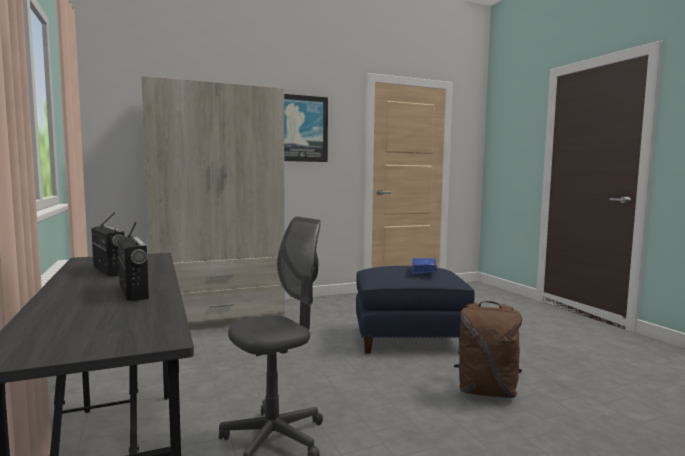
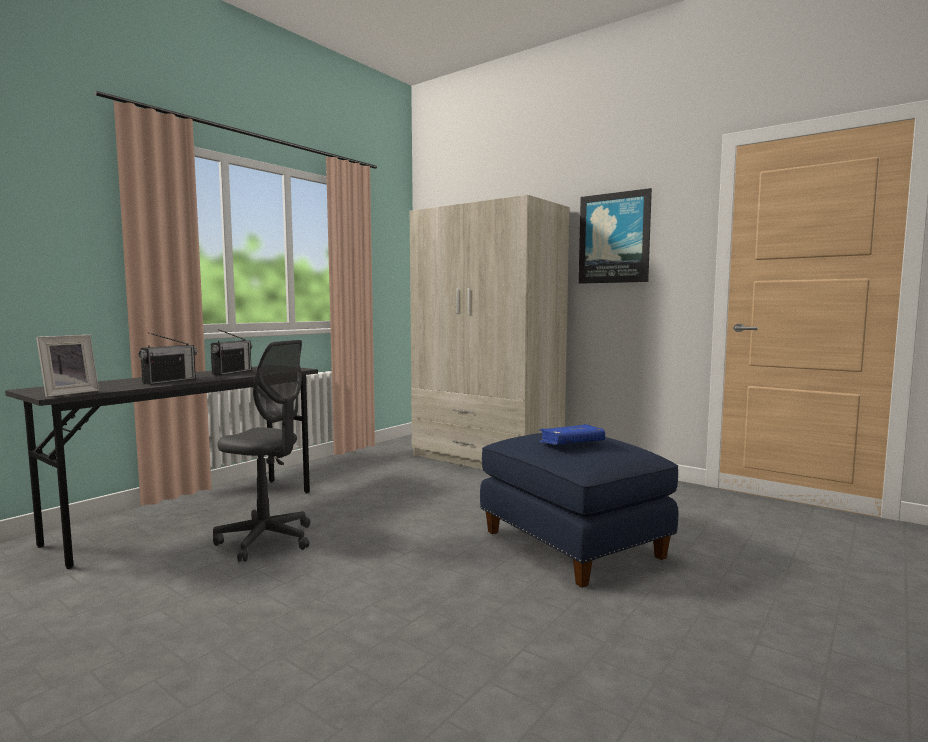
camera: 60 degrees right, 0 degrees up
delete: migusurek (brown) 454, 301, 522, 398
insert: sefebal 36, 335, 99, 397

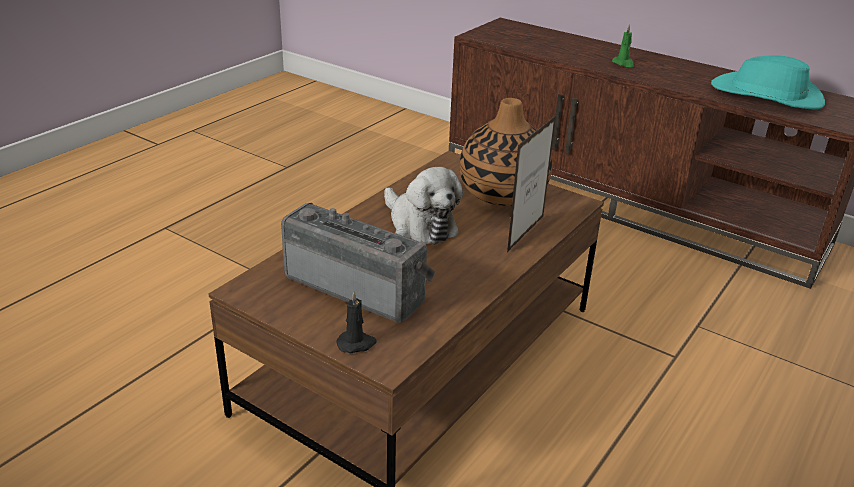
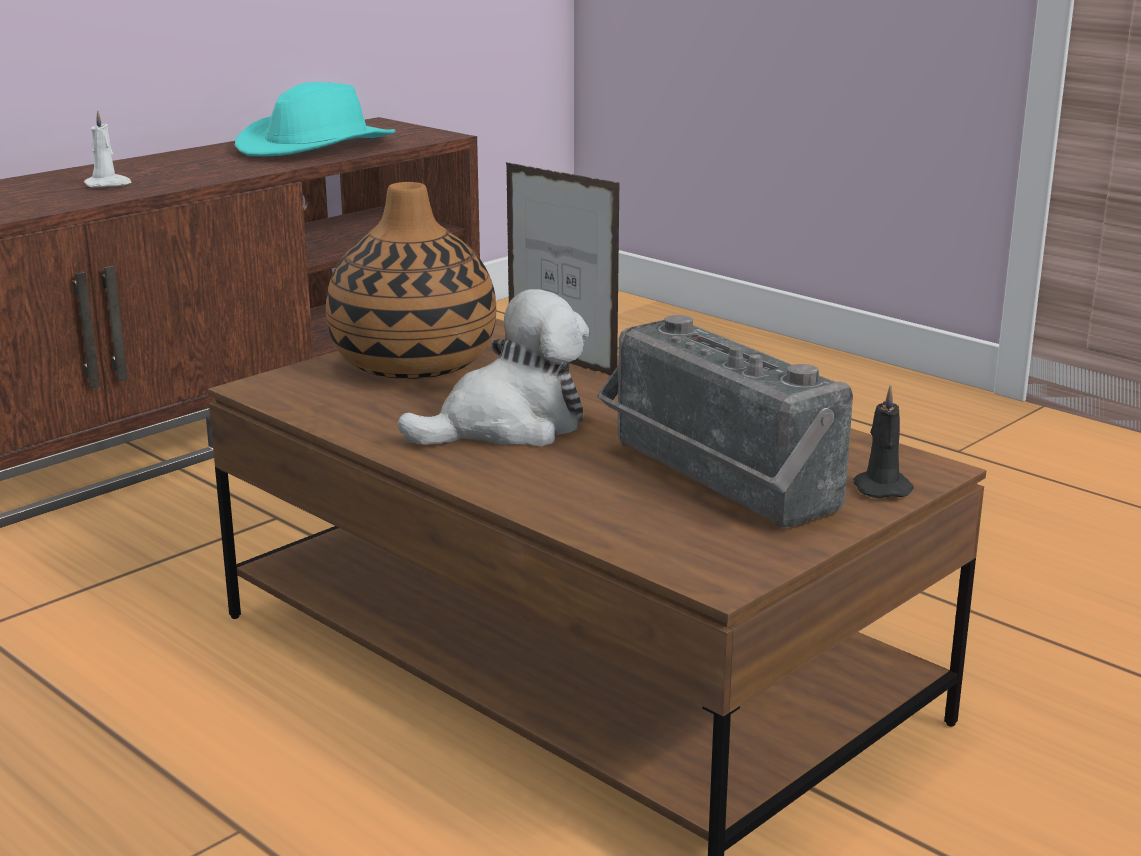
camera: 80 degrees left, 10 degrees down
recolor: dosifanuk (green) 612, 24, 634, 67 to dosifanuk (white) 84, 110, 132, 188
rotate: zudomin 281, 203, 435, 323 = 597, 315, 853, 527 75 degrees counterclockwise

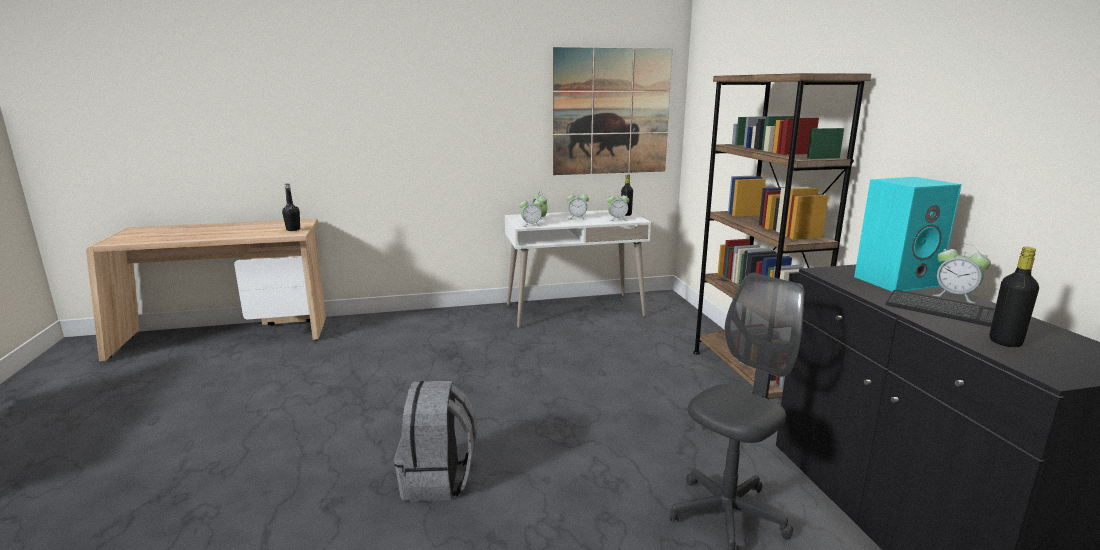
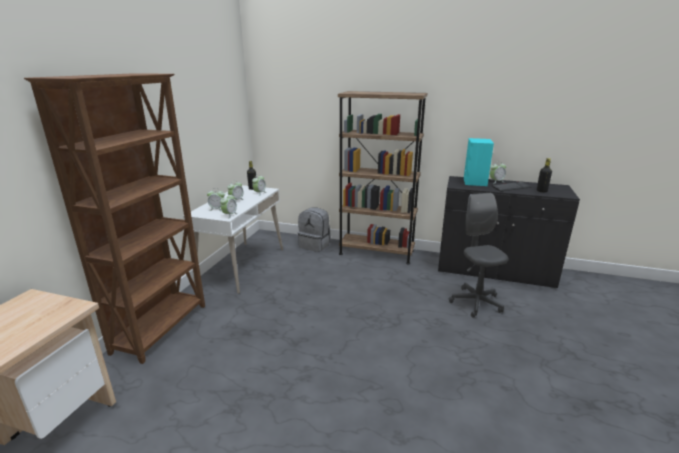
camera: 60 degrees left, 5 degrees up
delete: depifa 553, 47, 672, 175; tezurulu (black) 282, 183, 300, 231
insert: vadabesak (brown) 24, 73, 205, 364
move: migusurek (grey) 394, 381, 478, 501 to 298, 208, 331, 252

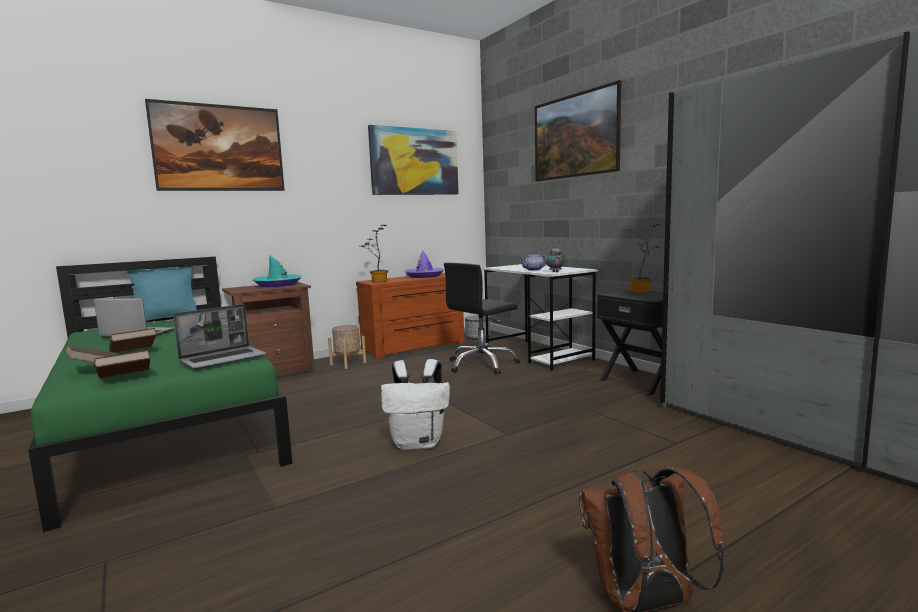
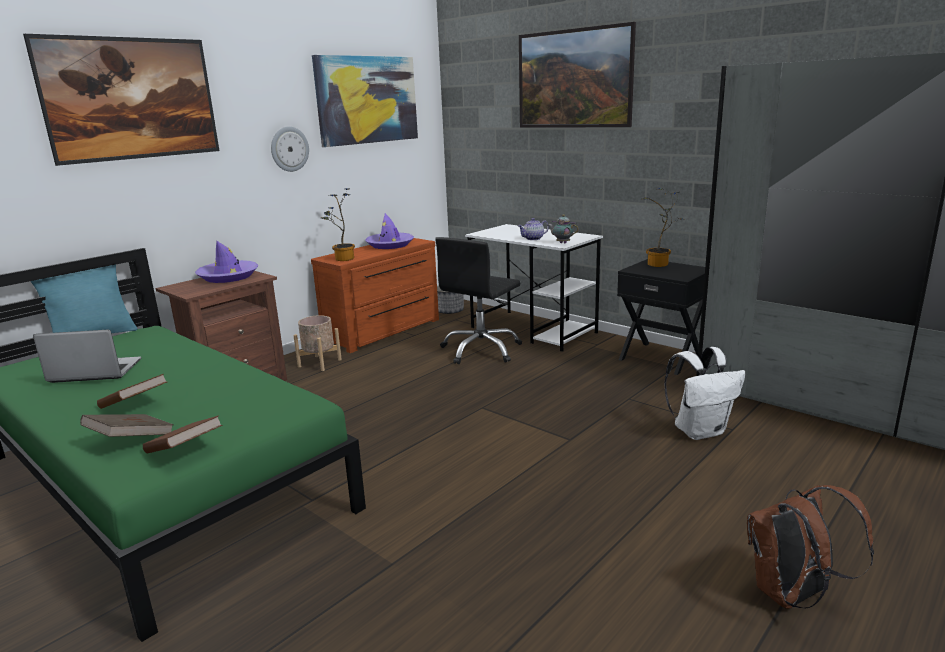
camera: 15 degrees left, 10 degrees up
delete: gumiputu 173, 304, 267, 370
insert: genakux 271, 126, 309, 172
move: migusurek (white) 381, 359, 450, 450 to 664, 347, 746, 440
recolor: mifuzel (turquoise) 253, 255, 302, 287 to mifuzel (purple) 195, 241, 258, 283

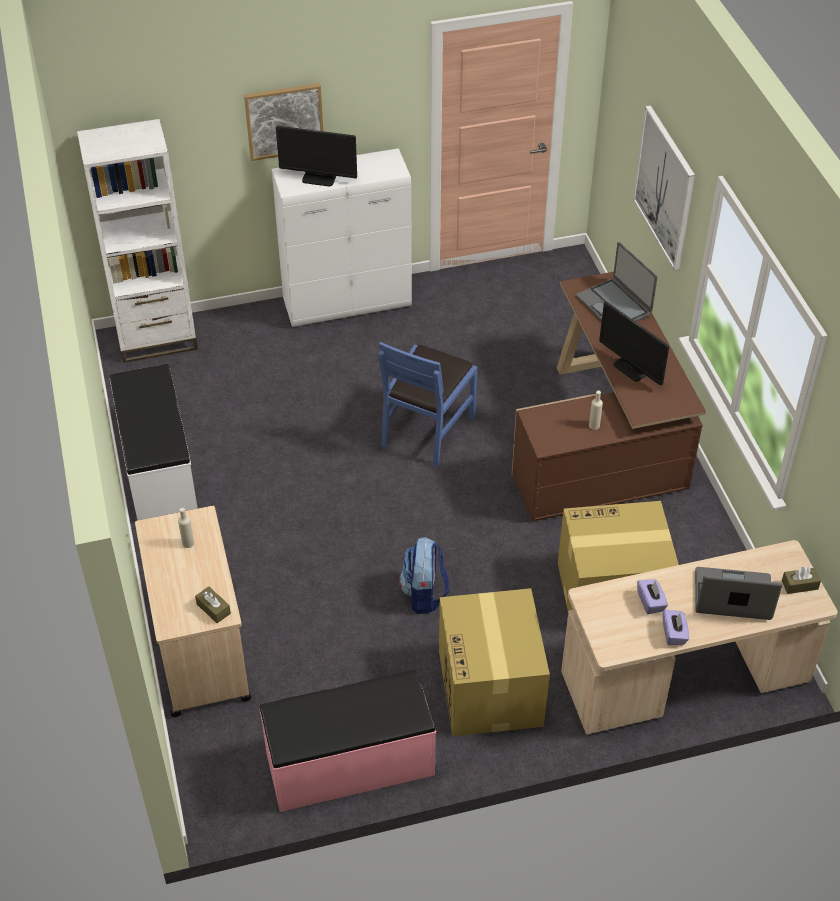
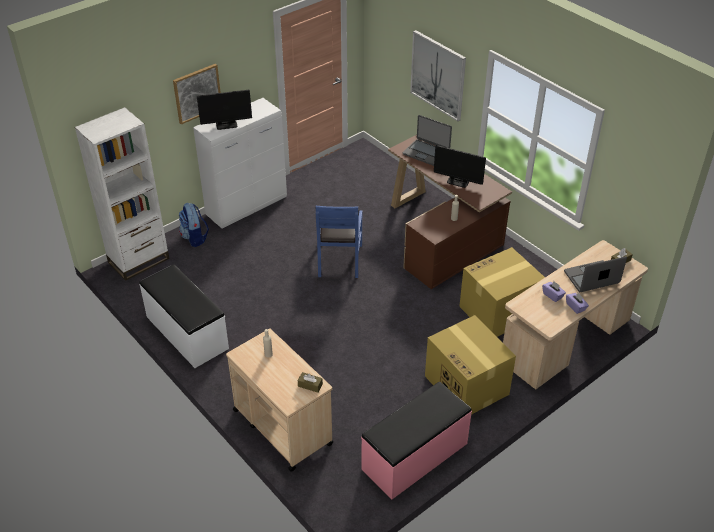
camera: 25 degrees left, 5 degrees down
move: migusurek 399, 537, 449, 614 to 179, 203, 209, 247

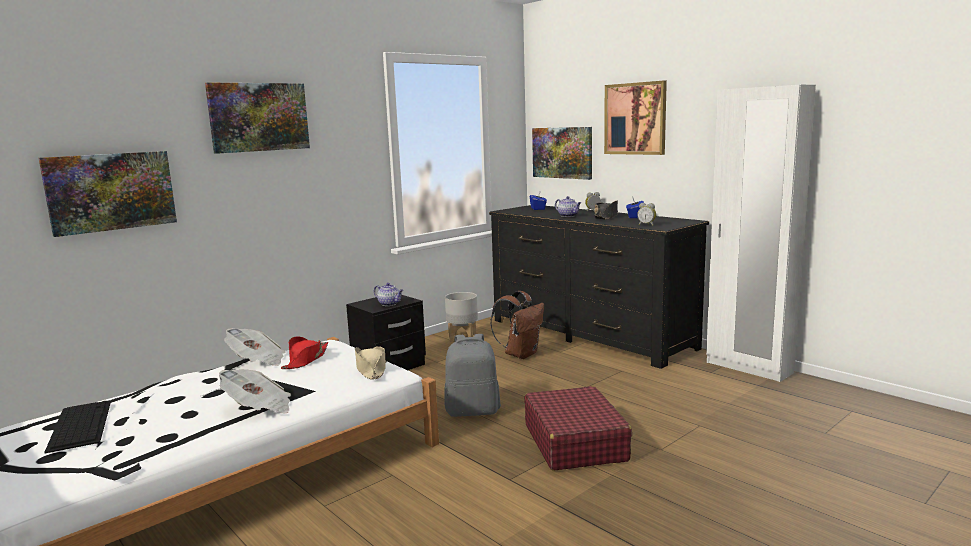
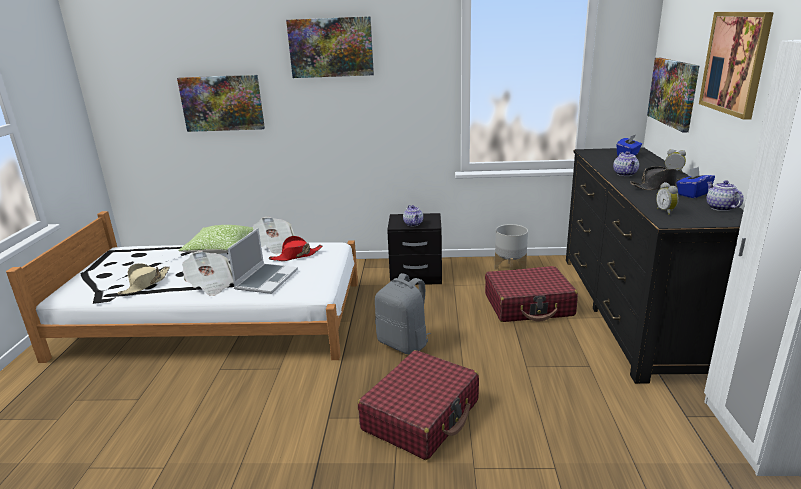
camera: 45 degrees right, 10 degrees up
delete: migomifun 44, 400, 111, 453
insert: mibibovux 706, 180, 744, 211; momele 178, 225, 253, 254; gumiputu 227, 228, 298, 294
move: mifuzel (beige) 355, 346, 386, 379 to 118, 263, 170, 295
replace: migusurek (brown) 490, 291, 544, 359 to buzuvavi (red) 485, 266, 578, 322

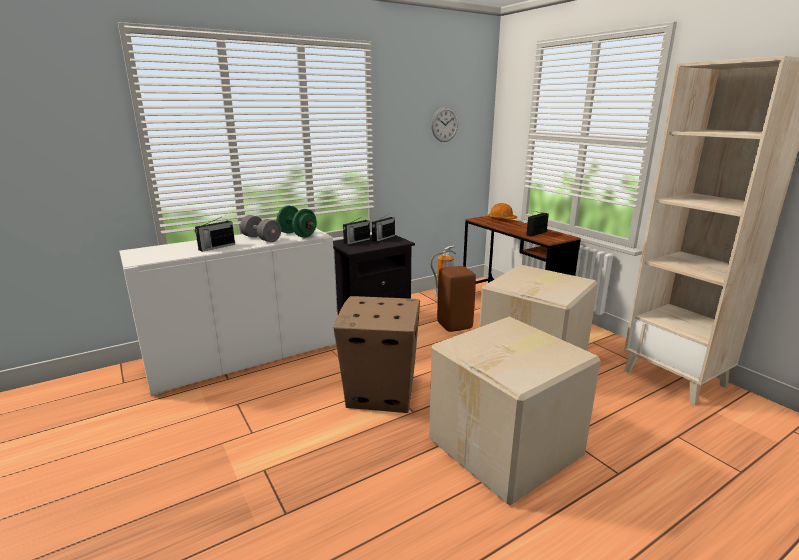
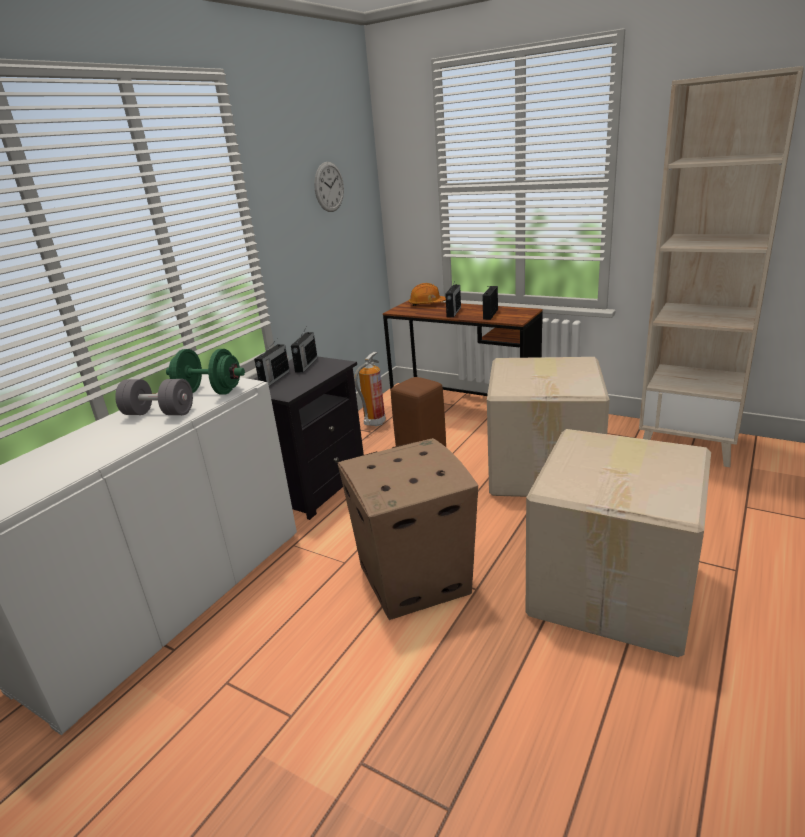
camera: 25 degrees left, 5 degrees up
move: zudomin 195, 217, 235, 252 to 445, 279, 461, 317

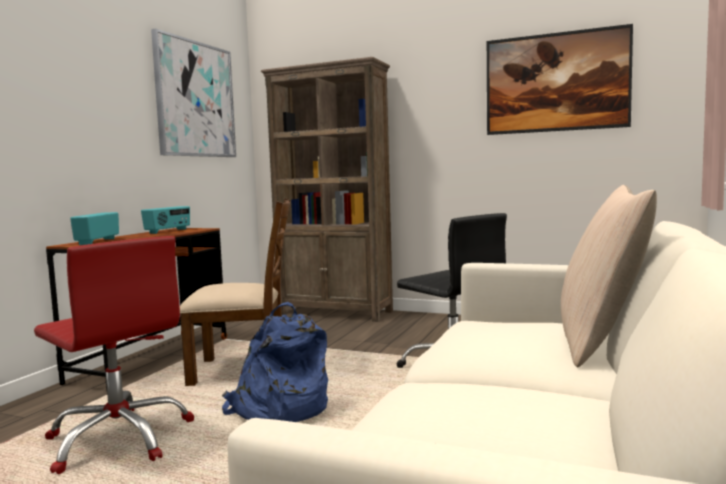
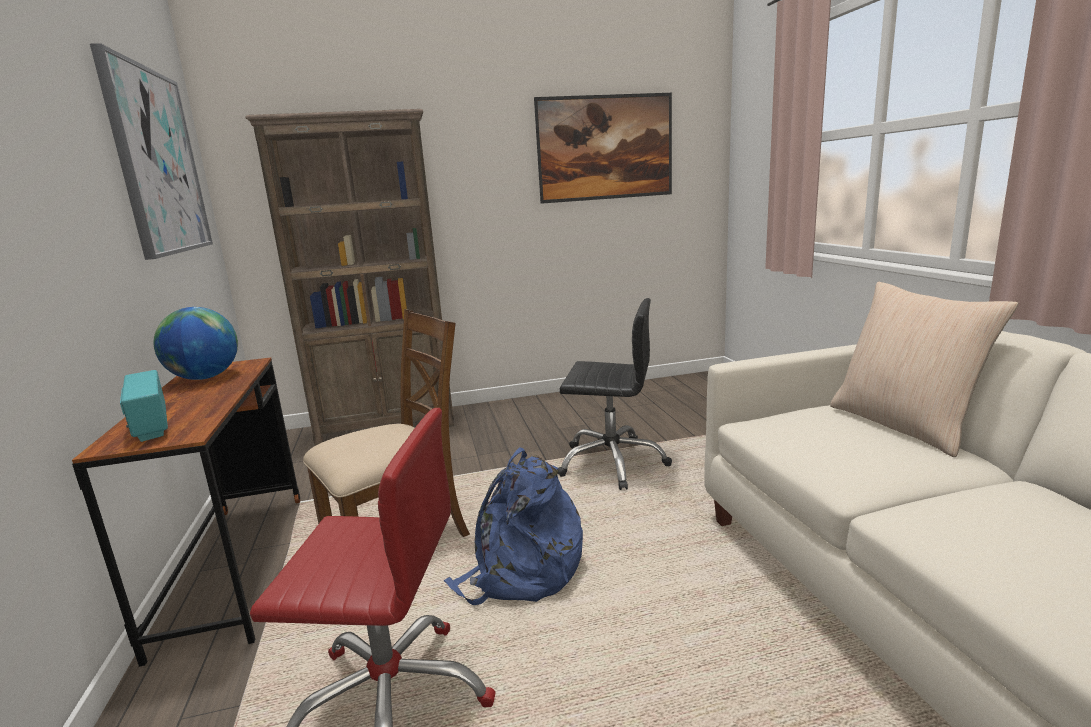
camera: 35 degrees left, 10 degrees up
replace: zudomin 141, 206, 190, 234 to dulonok 154, 307, 238, 380

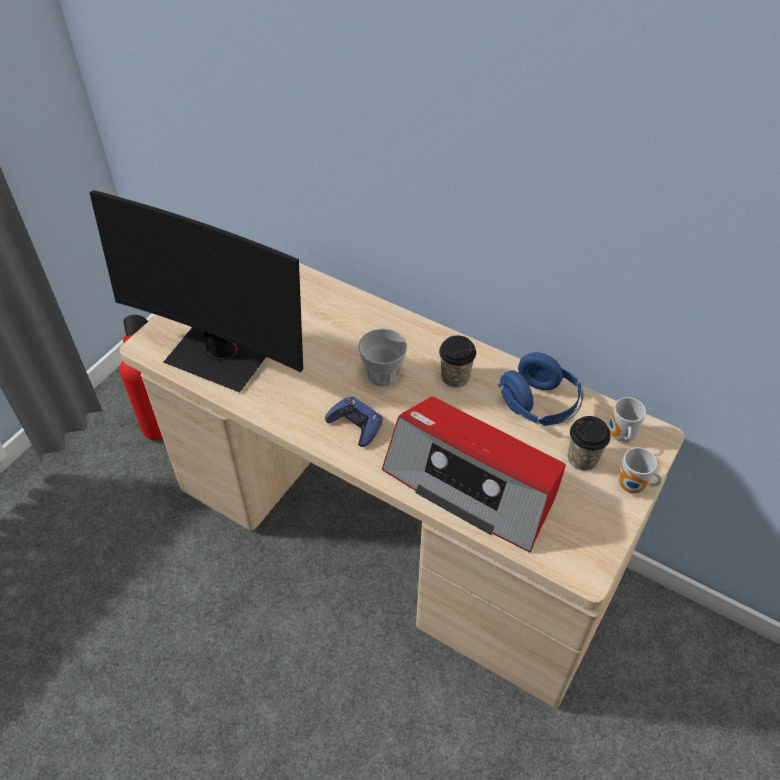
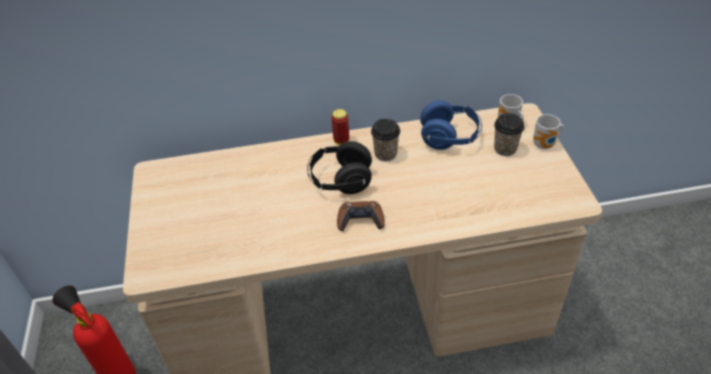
camera: 40 degrees left, 5 degrees down
delete: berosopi 90, 190, 303, 392; zudomin 382, 396, 566, 552
insert: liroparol 331, 109, 349, 145
replace: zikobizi 358, 328, 407, 387 to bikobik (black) 307, 141, 372, 194
recolor: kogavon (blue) 325, 397, 383, 447 to kogavon (brown) 337, 201, 385, 231

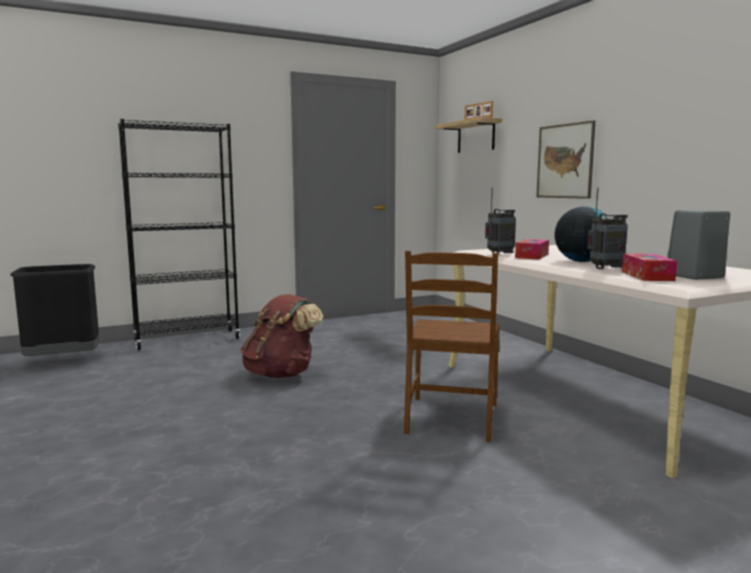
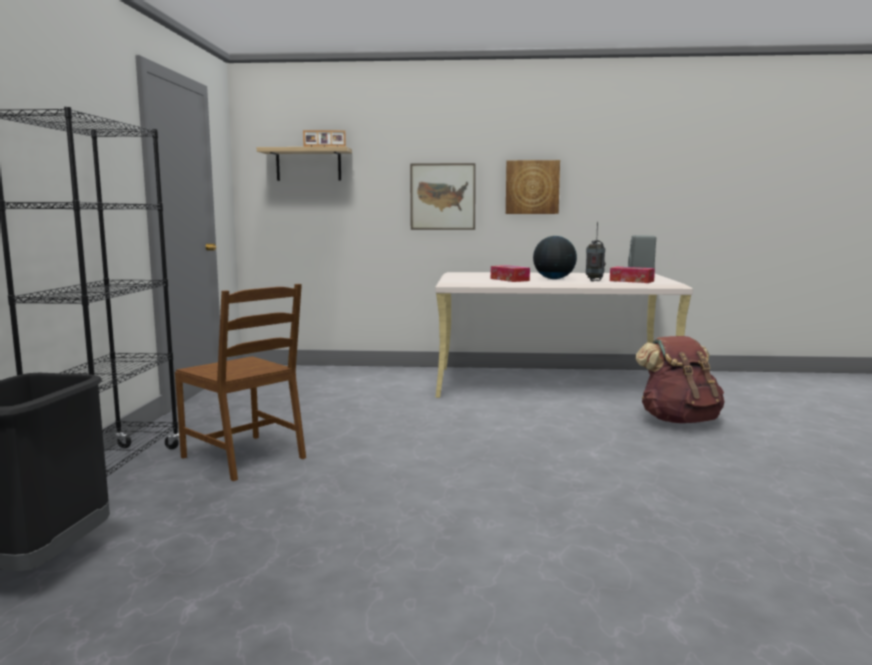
camera: 60 degrees left, 0 degrees up
delete: zudomin 485, 187, 516, 254
insert: depifa 506, 160, 560, 214
move: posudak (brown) 404, 251, 499, 442 to 175, 284, 306, 481; migusurek (brown) 240, 294, 324, 378 to 635, 336, 725, 423

